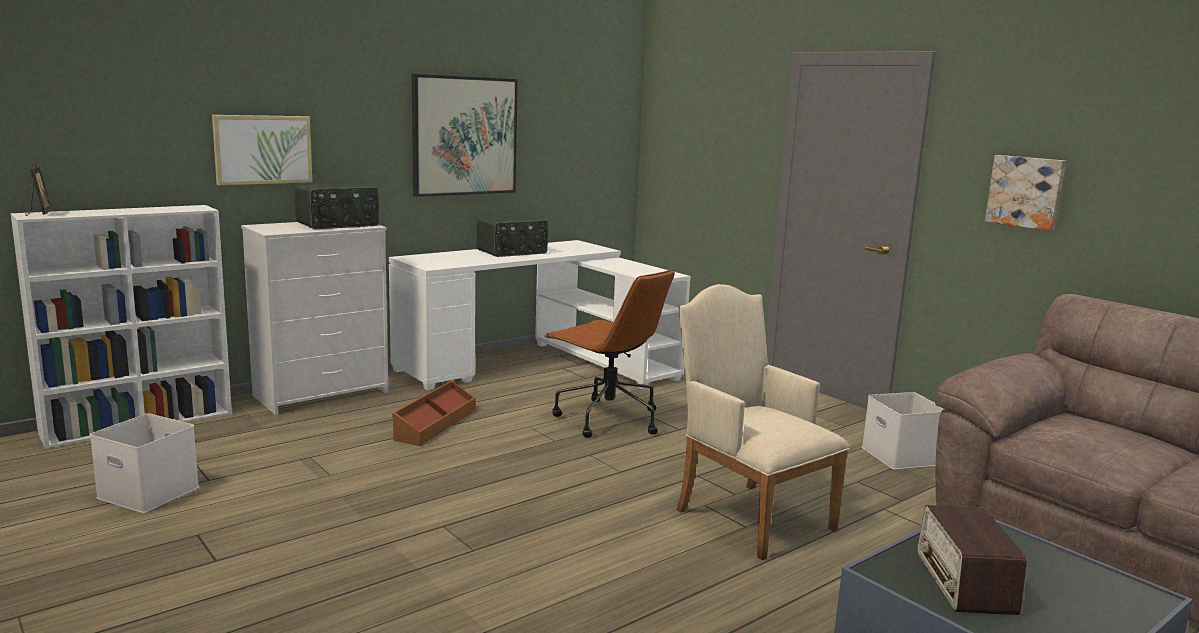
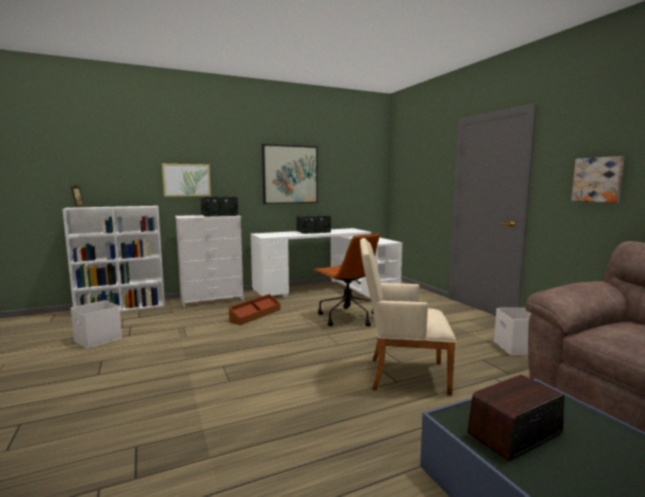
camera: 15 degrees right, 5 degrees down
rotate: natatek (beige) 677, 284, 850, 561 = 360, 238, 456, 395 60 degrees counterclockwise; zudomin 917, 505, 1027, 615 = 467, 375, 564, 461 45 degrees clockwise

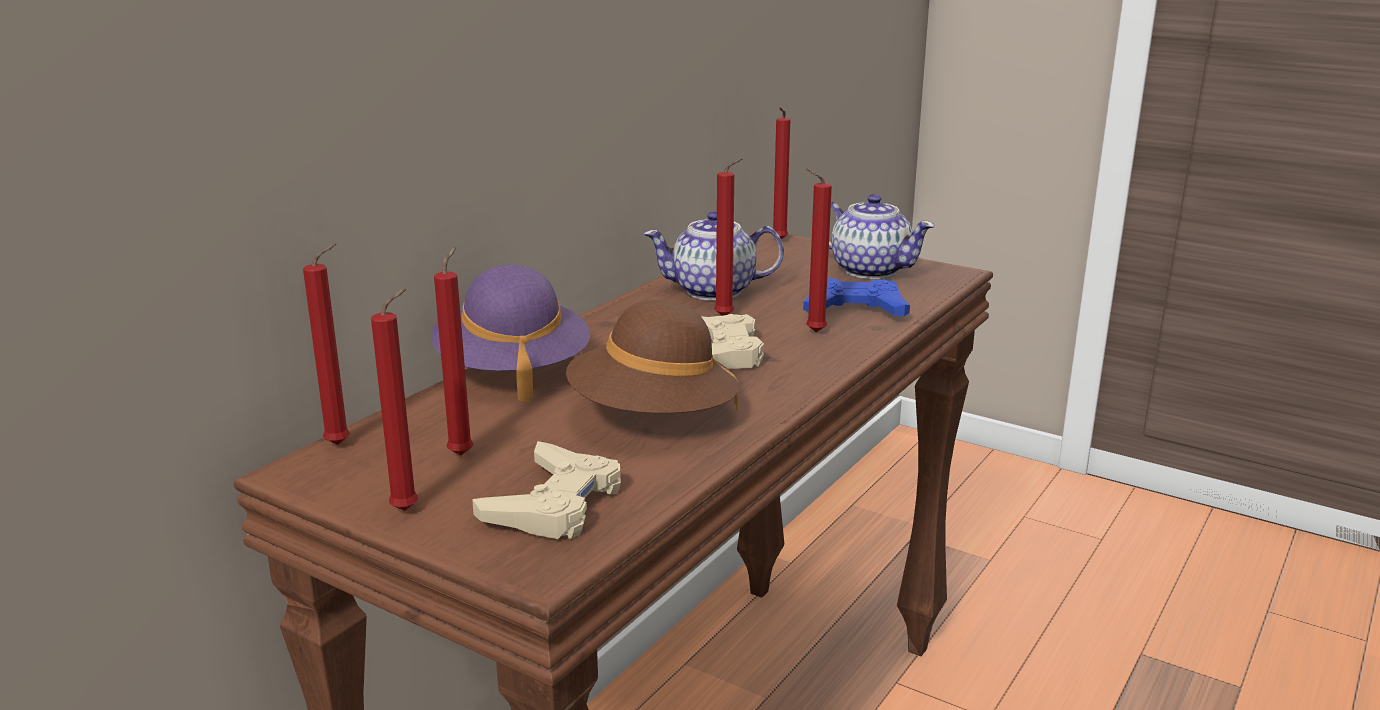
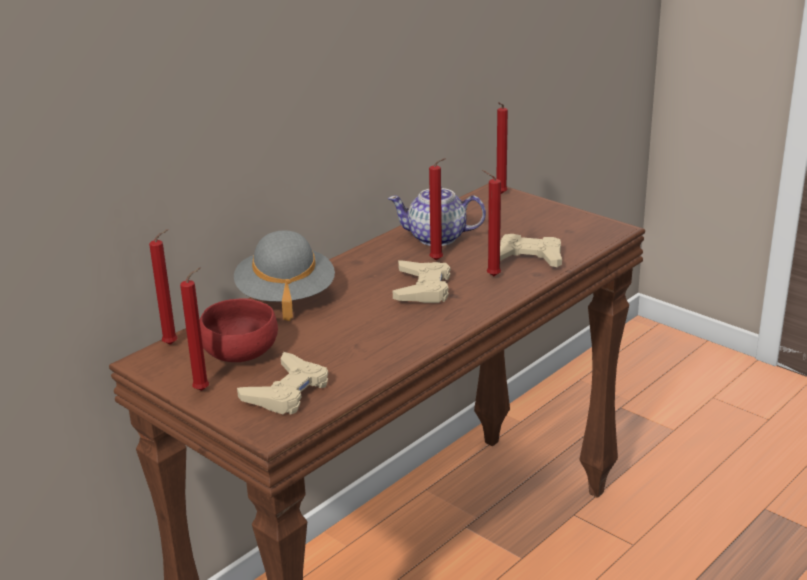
camera: 10 degrees right, 5 degrees up
delete: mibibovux 829, 194, 935, 279; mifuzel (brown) 566, 300, 738, 414
replace: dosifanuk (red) 434, 247, 474, 455 to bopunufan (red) 200, 298, 278, 362
recolor: mifuzel (purple) 431, 265, 590, 403 to mifuzel (grey) 234, 230, 335, 321; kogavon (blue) 803, 278, 910, 316 to kogavon (beige) 500, 234, 562, 267

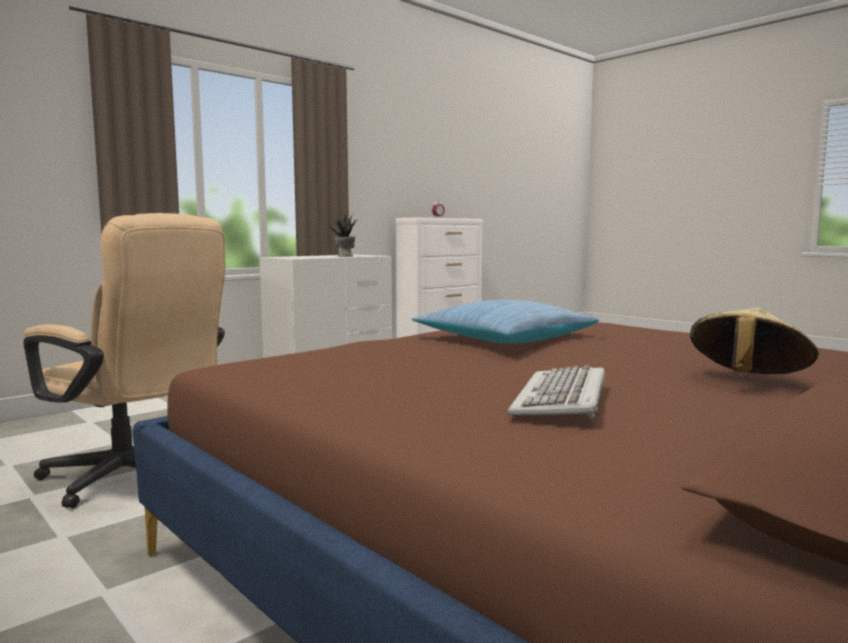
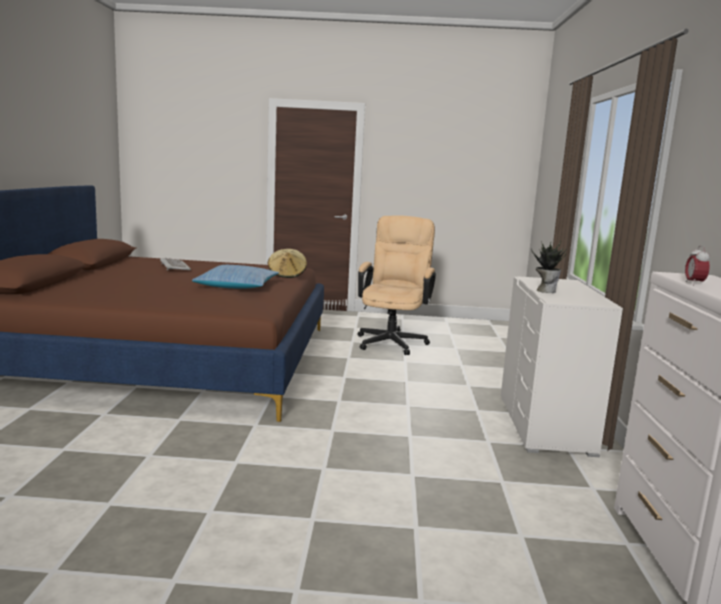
camera: 135 degrees right, 5 degrees up
move: mifuzel (beige) 690, 307, 819, 374 to 267, 249, 307, 278
rotate: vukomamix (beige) 23, 213, 225, 508 = 357, 215, 436, 355 120 degrees clockwise

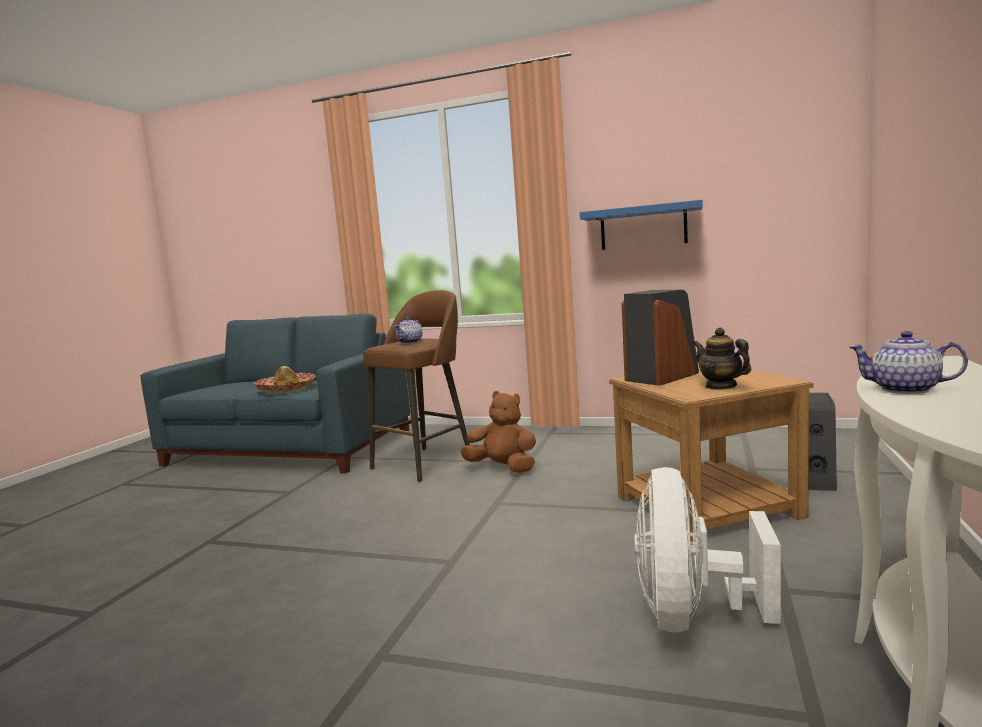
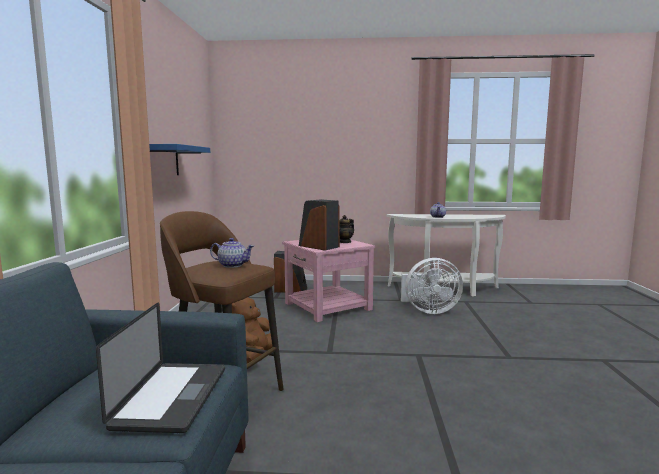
camera: 105 degrees left, 0 degrees up
replace: mifuzel 253, 366, 316, 393 to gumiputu 96, 303, 225, 433
recolor: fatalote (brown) 609, 366, 814, 545 to fatalote (pink) 282, 239, 375, 322

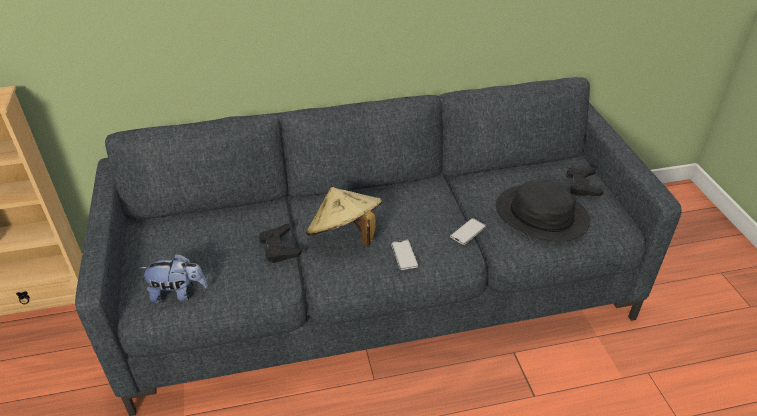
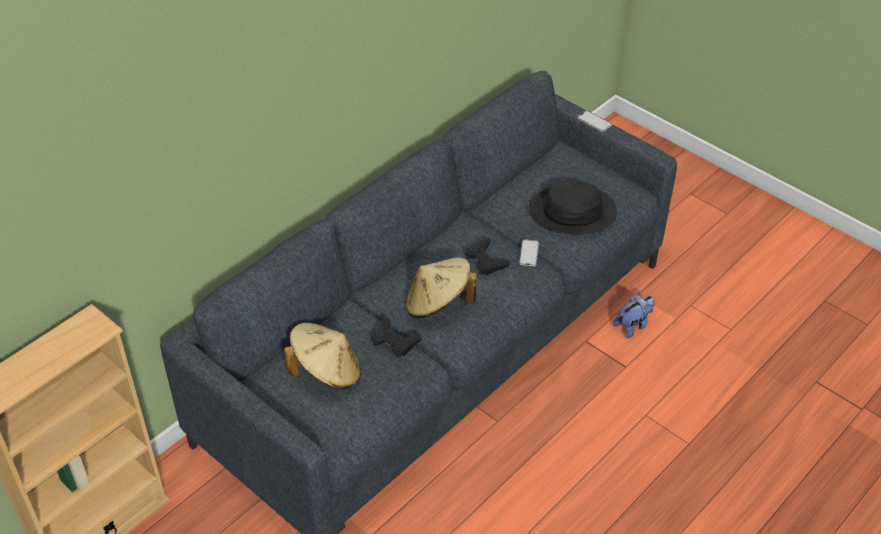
camera: 35 degrees left, 5 degrees up
insert: mifuzel (beige) 284, 323, 361, 389
move: kogavon (black) 566, 167, 603, 196 to 466, 238, 510, 275; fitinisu 391, 240, 419, 270 to 577, 111, 612, 132; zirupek 139, 254, 208, 303 to 613, 295, 654, 339

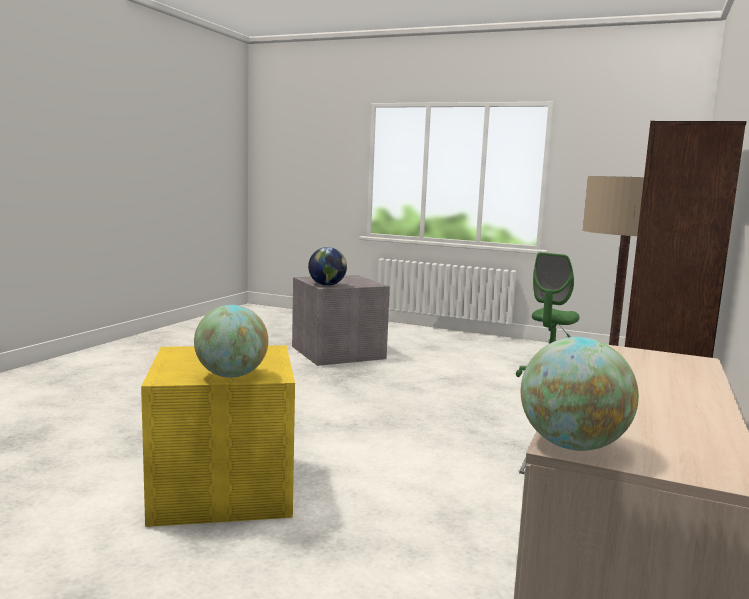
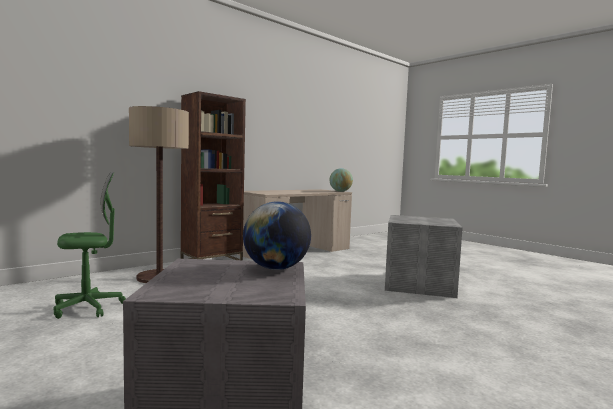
camera: 155 degrees left, 5 degrees down
delete: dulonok 194, 305, 268, 378
recolor: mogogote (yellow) 141, 345, 295, 527 to mogogote (grey) 385, 215, 463, 298

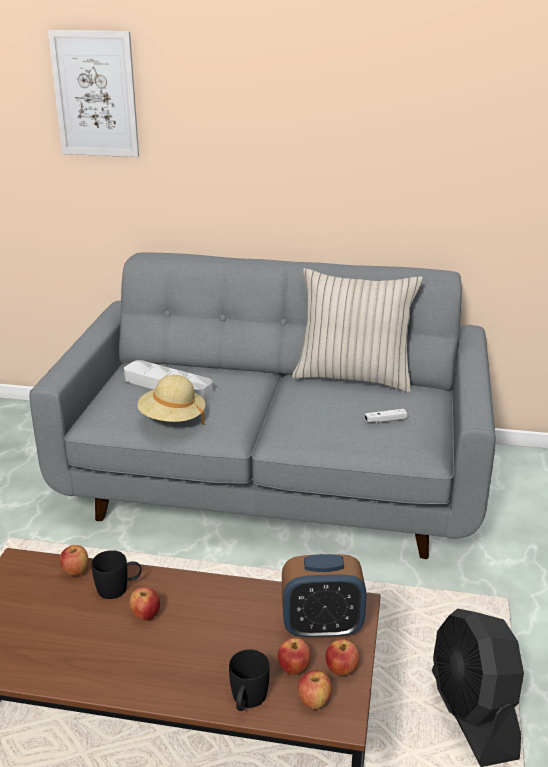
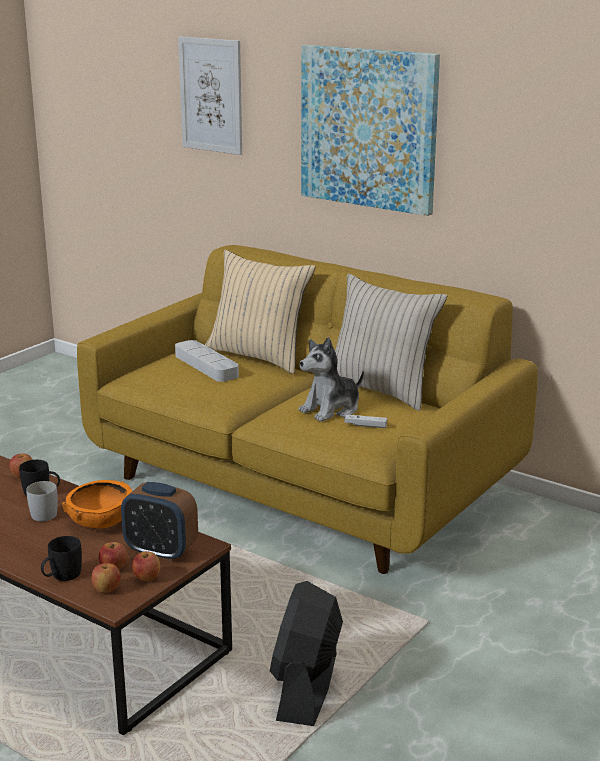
camera: 25 degrees right, 5 degrees down
delete: mifuzel (beige) 137, 375, 205, 425
insert: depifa 301, 45, 440, 216; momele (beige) 205, 250, 315, 374; zirupek 299, 337, 364, 422; bopunufan (orange) 62, 480, 132, 528
replace: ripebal 129, 587, 160, 620 to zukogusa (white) 26, 481, 58, 521
recolor: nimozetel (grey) 30, 252, 496, 559 to nimozetel (yellow) 77, 245, 538, 574

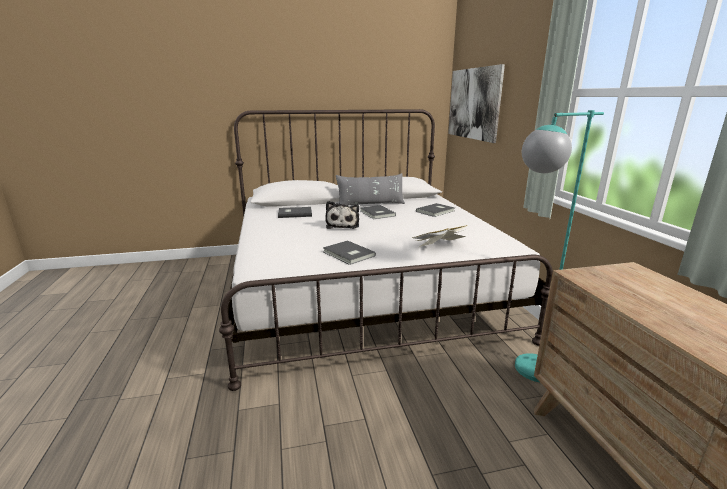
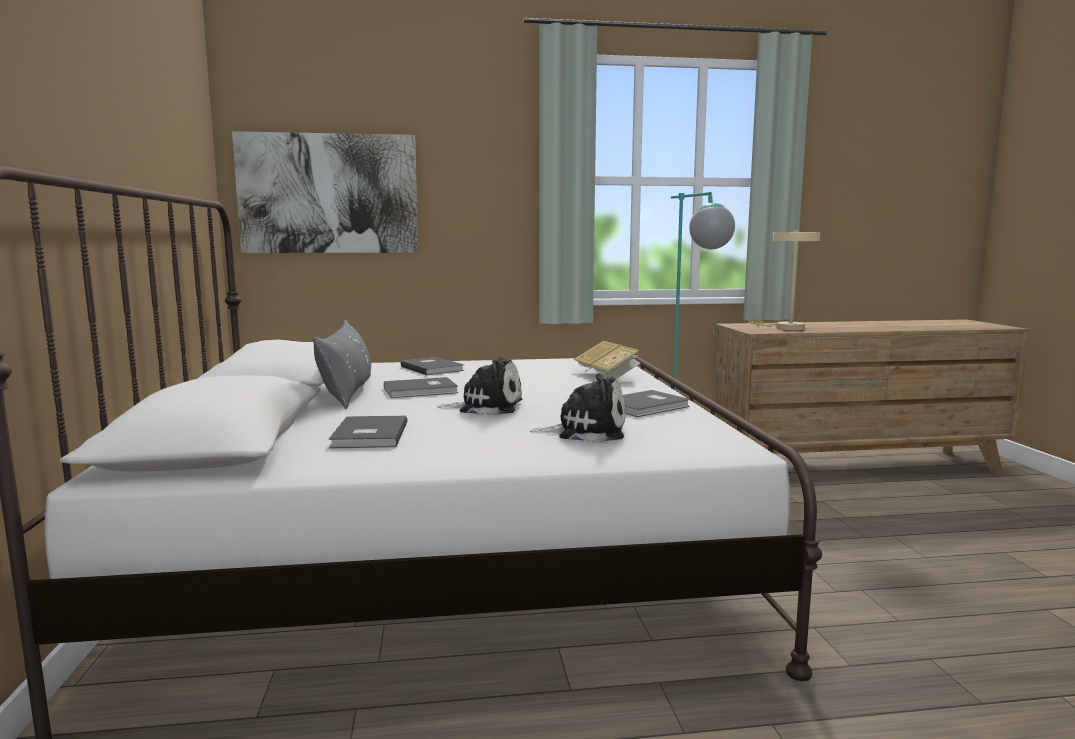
camera: 85 degrees left, 10 degrees down
insert: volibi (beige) 748, 231, 820, 330; zirupek 530, 373, 626, 442

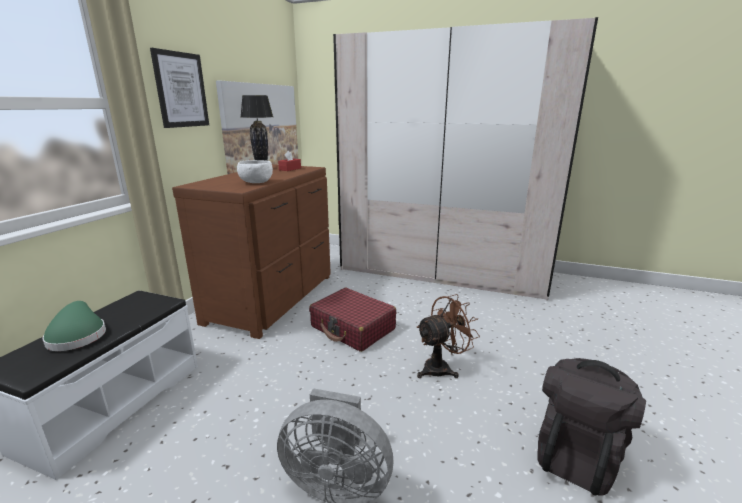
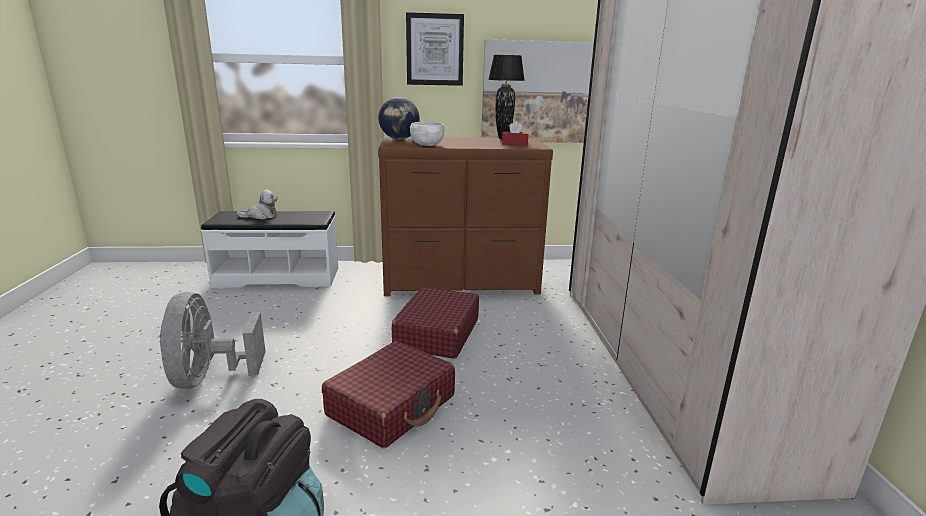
camera: 65 degrees right, 0 degrees up
insert: dulonok 378, 97, 420, 139
replace: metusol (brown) 416, 294, 480, 378 to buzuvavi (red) 322, 341, 455, 448; mifuzel (green) 42, 301, 106, 351 to zirupek 236, 190, 278, 219

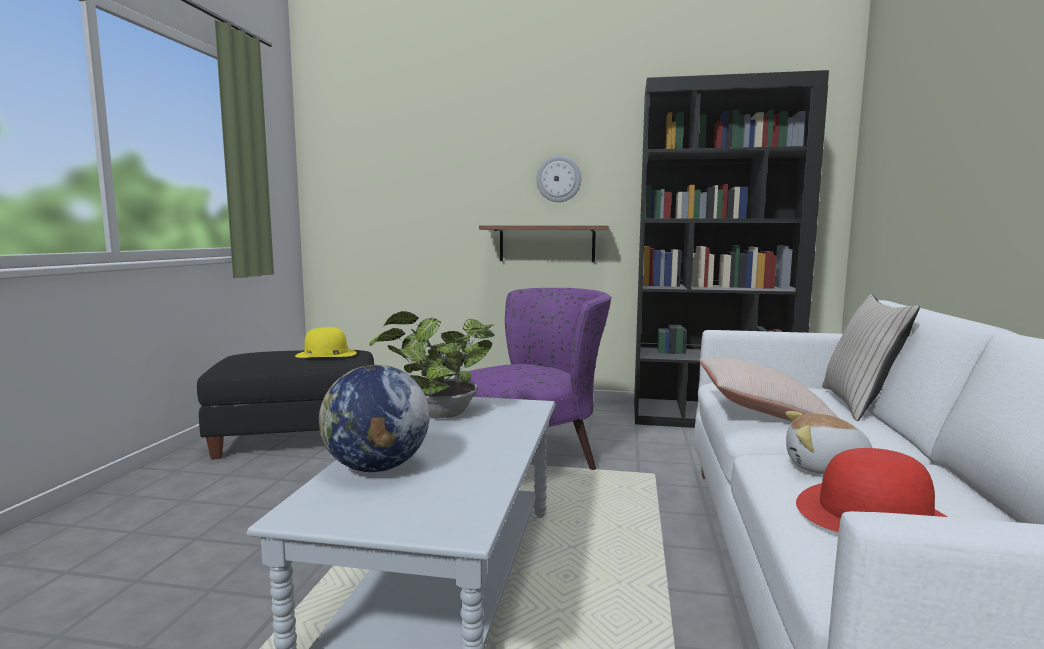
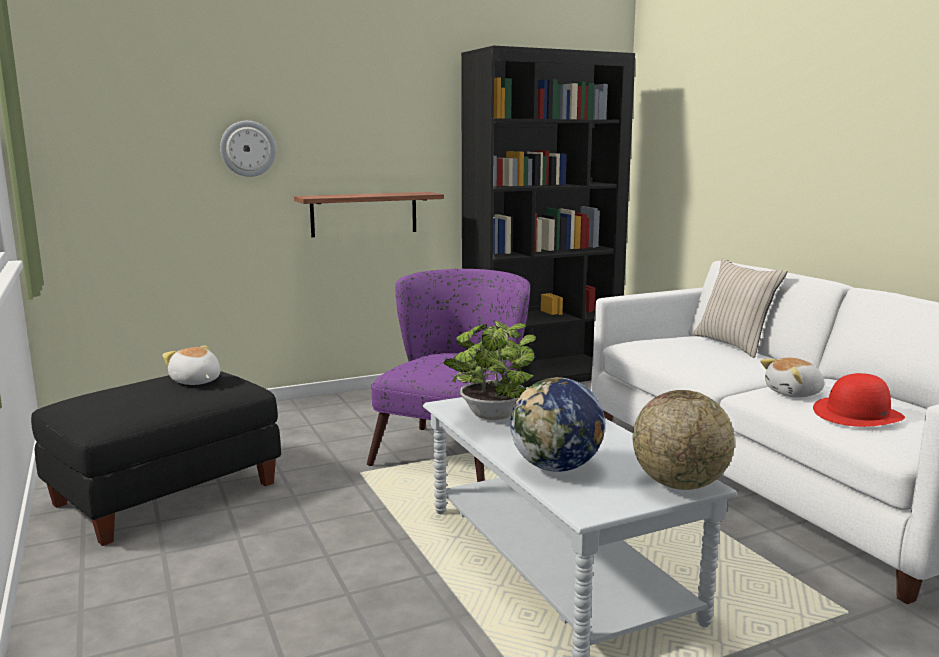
camera: 35 degrees left, 5 degrees up
delete: momele (beige) 699, 358, 838, 421
insert: dulonok 633, 390, 735, 490
move: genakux 536, 156, 581, 202 to 220, 121, 276, 177
replace: mifuzel (yellow) 295, 327, 357, 358 to zirupek 162, 345, 221, 385

